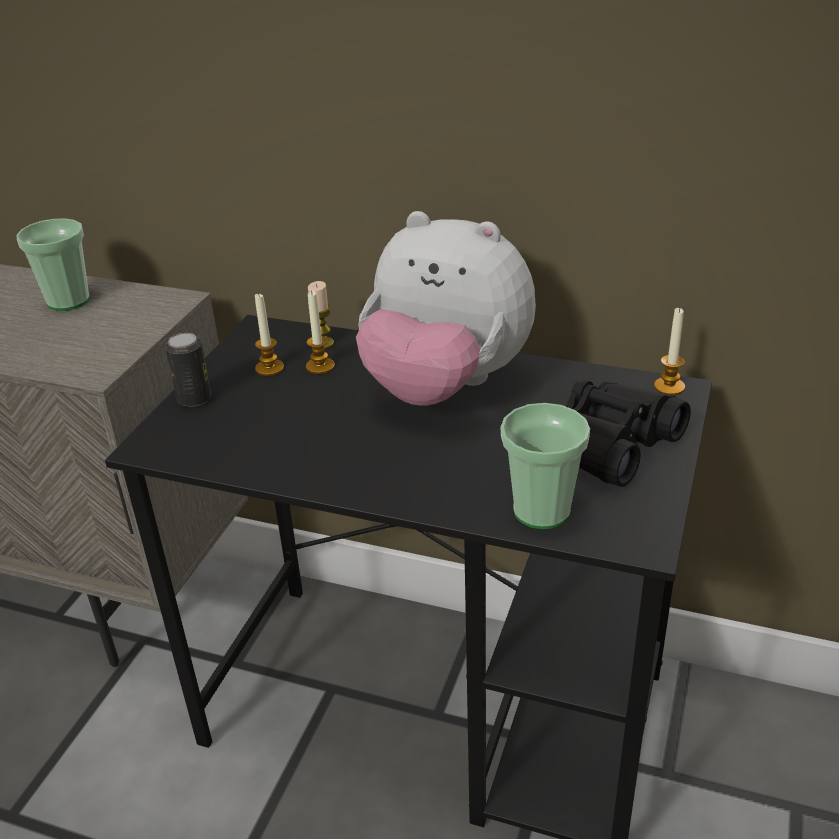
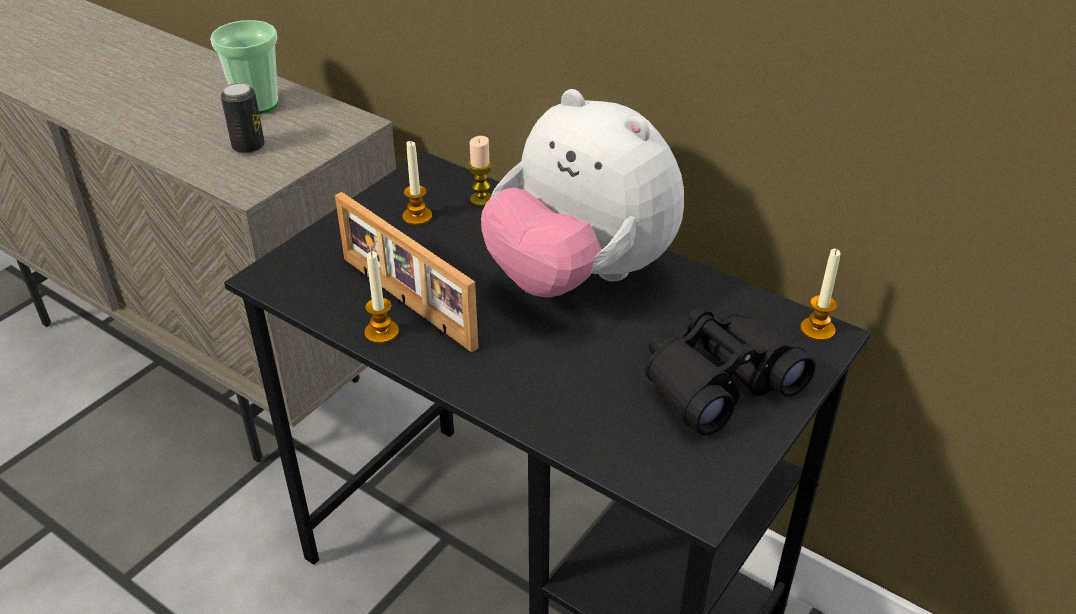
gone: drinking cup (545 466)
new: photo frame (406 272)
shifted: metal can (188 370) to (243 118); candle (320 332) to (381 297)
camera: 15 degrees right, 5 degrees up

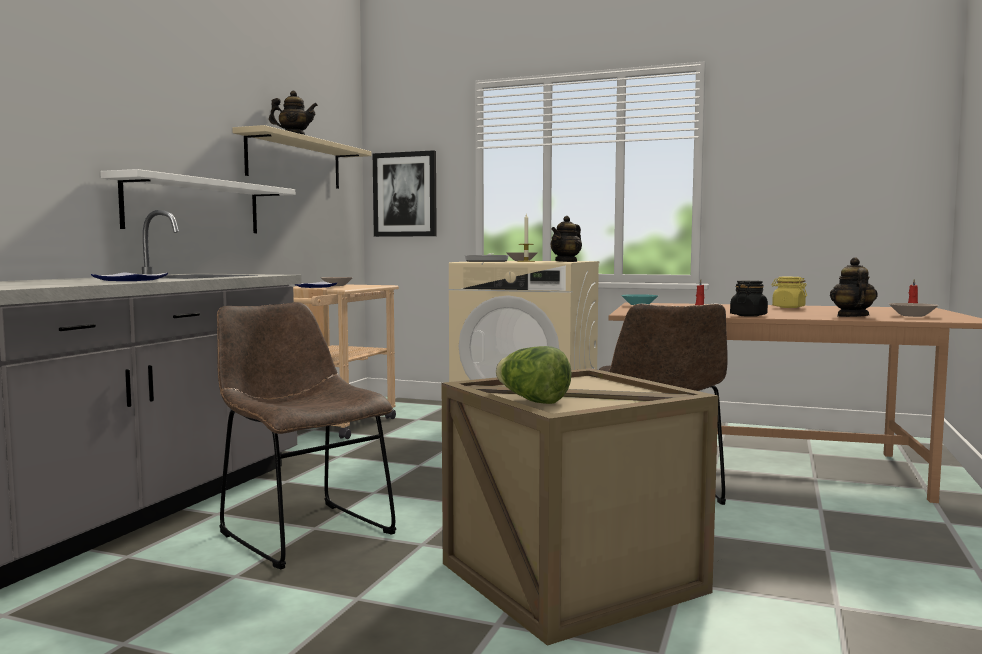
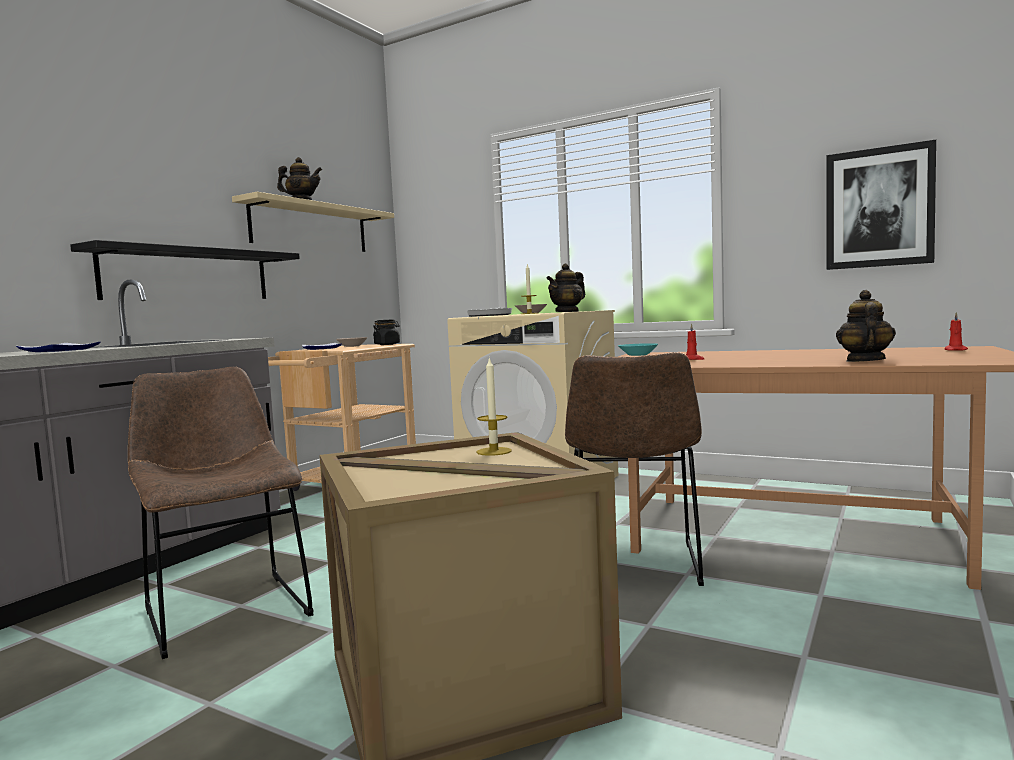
gone: lettuce head (534 375); yellowish jar (789 292); beige deep dish (914 310)
new: candle (494 406)
shifted: wall picture (405 193) to (881 205); black jar (749 298) to (386 332)
repainted: white wall shelf (197 201) to black wall shelf (185 270)
camera: 10 degrees right, 0 degrees up

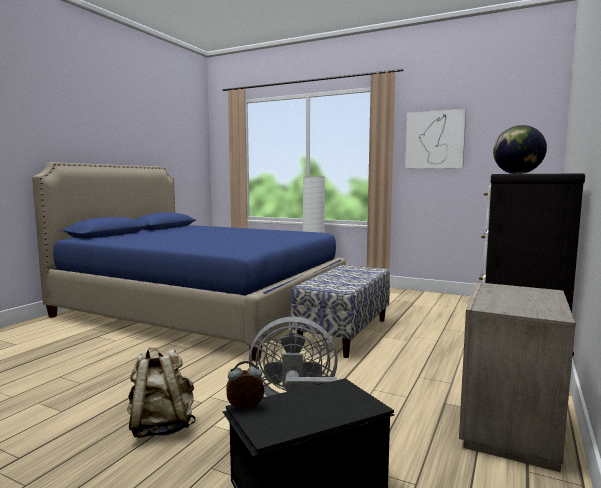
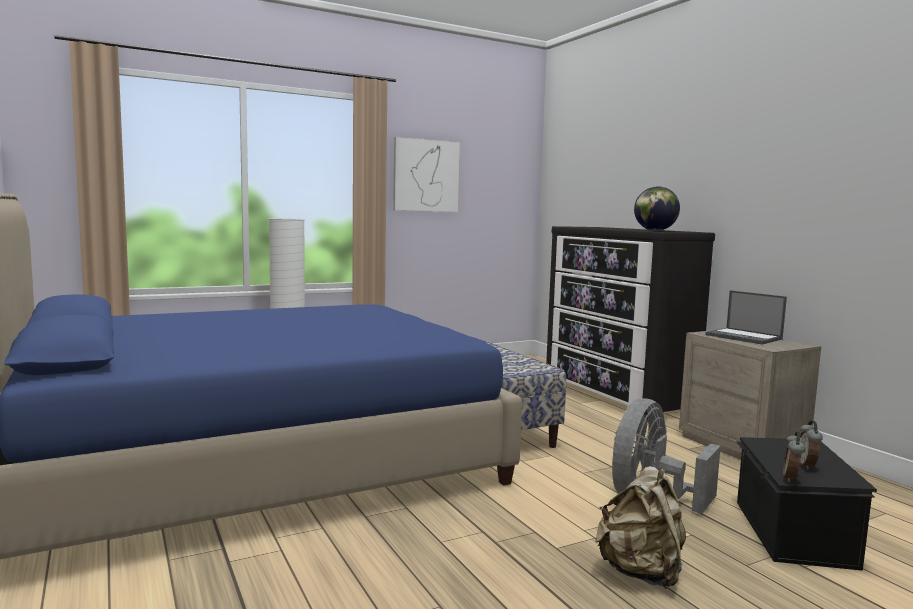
new: laptop (746 317); alarm clock (811 445)
camera: 55 degrees left, 0 degrees up

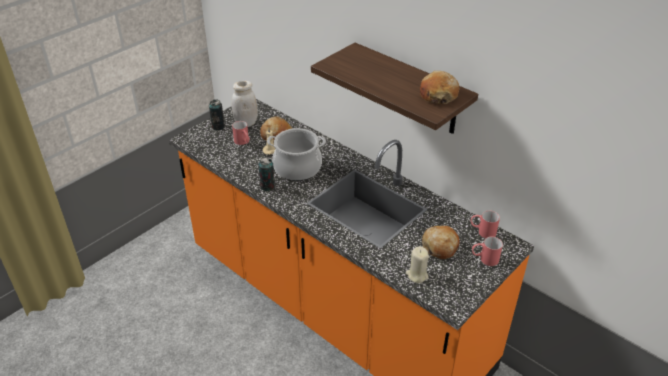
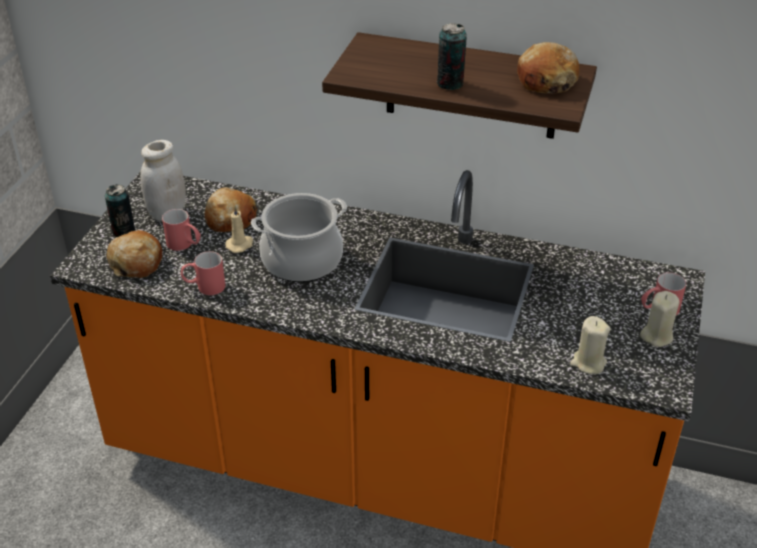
new: beige candle (660 319)
shifted: metal can (266 174) to (451 56); baked bread (441 242) to (134 254); red mug (485 224) to (203 273)
camera: 25 degrees left, 0 degrees up

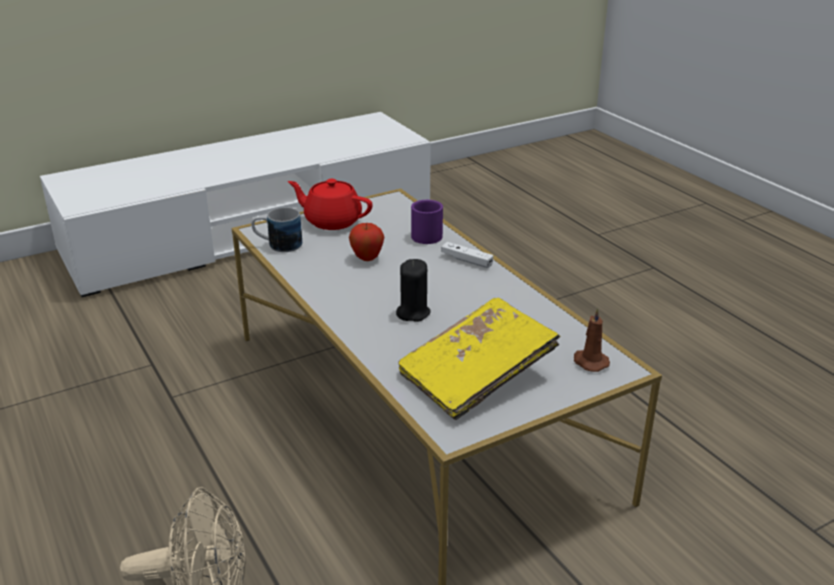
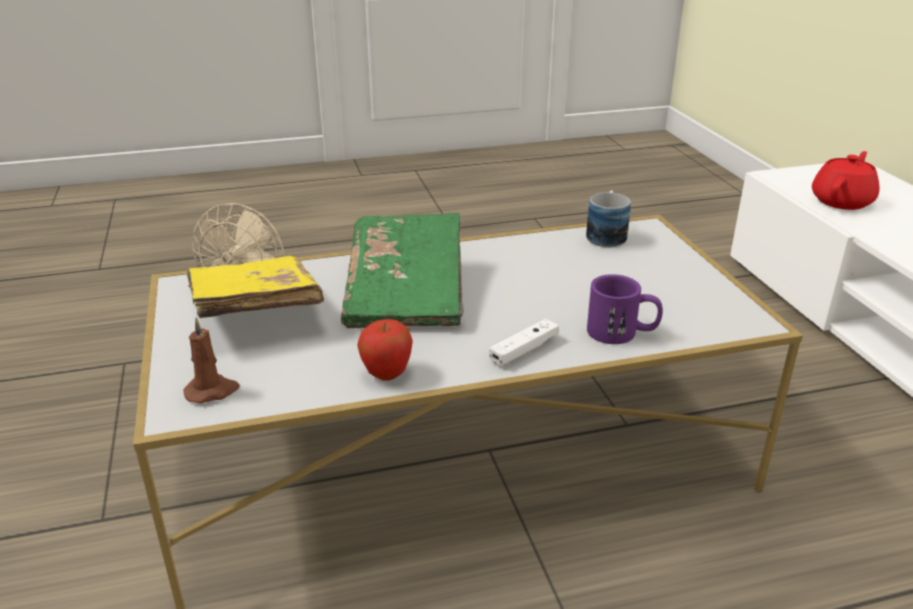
shifted: red pot for tea (330 204) to (846 180); apple (366 242) to (385 350)
swapped: black candle (413 290) to greenish book (402 270)
camera: 105 degrees right, 0 degrees up

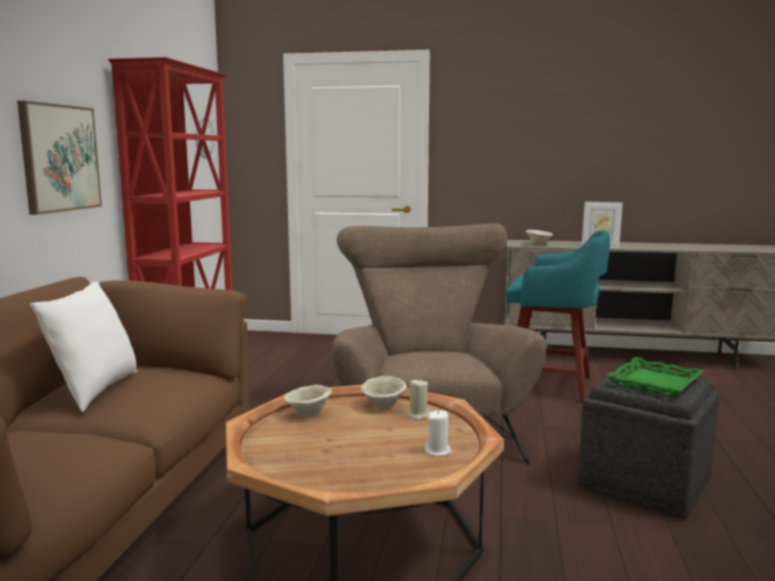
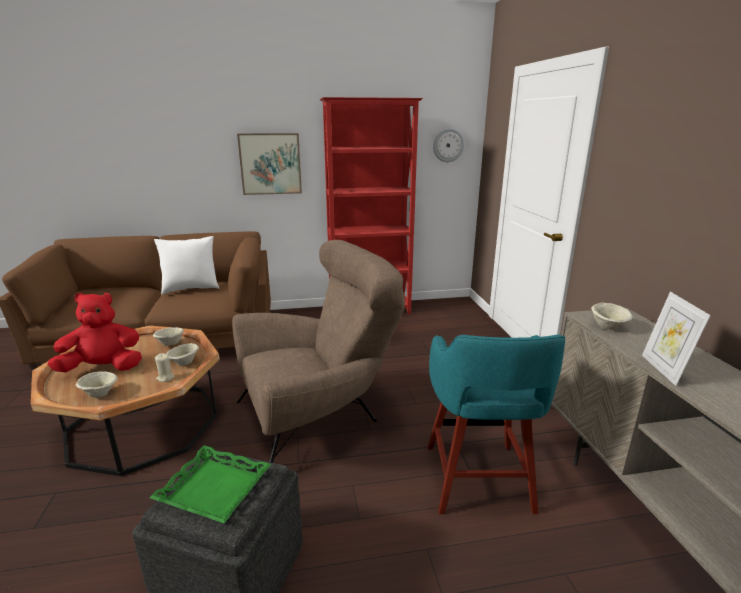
new: red cuddly toy (95 332)
swapped: white candle (438 433) to beige deep dish (97 384)
camera: 70 degrees right, 10 degrees up

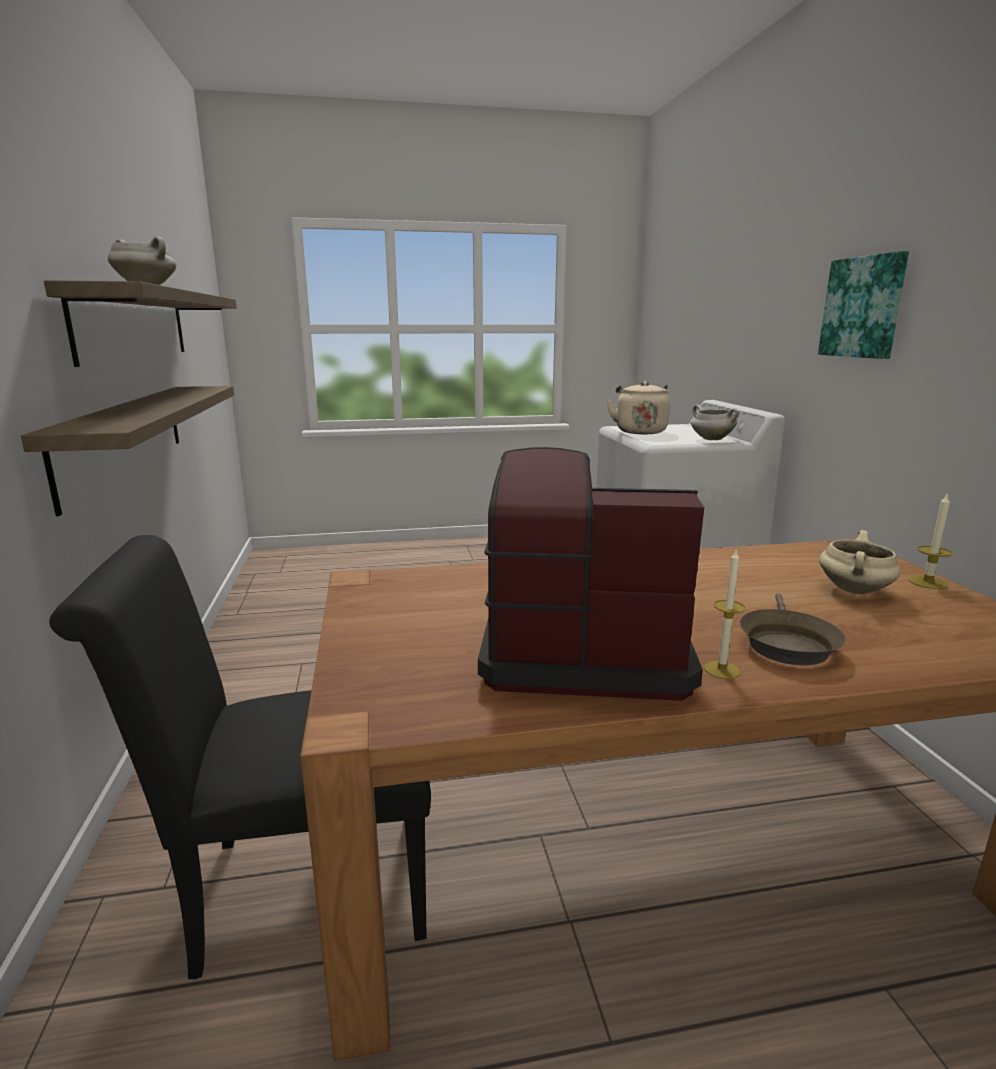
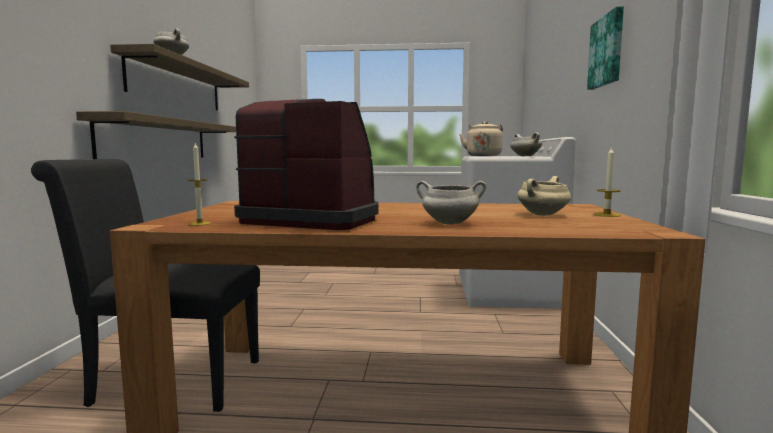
shifted: candle (725 613) to (199 184)
swapped: brown-coloured pan (793 629) to white cooking pot (451 202)
camera: 15 degrees right, 10 degrees down

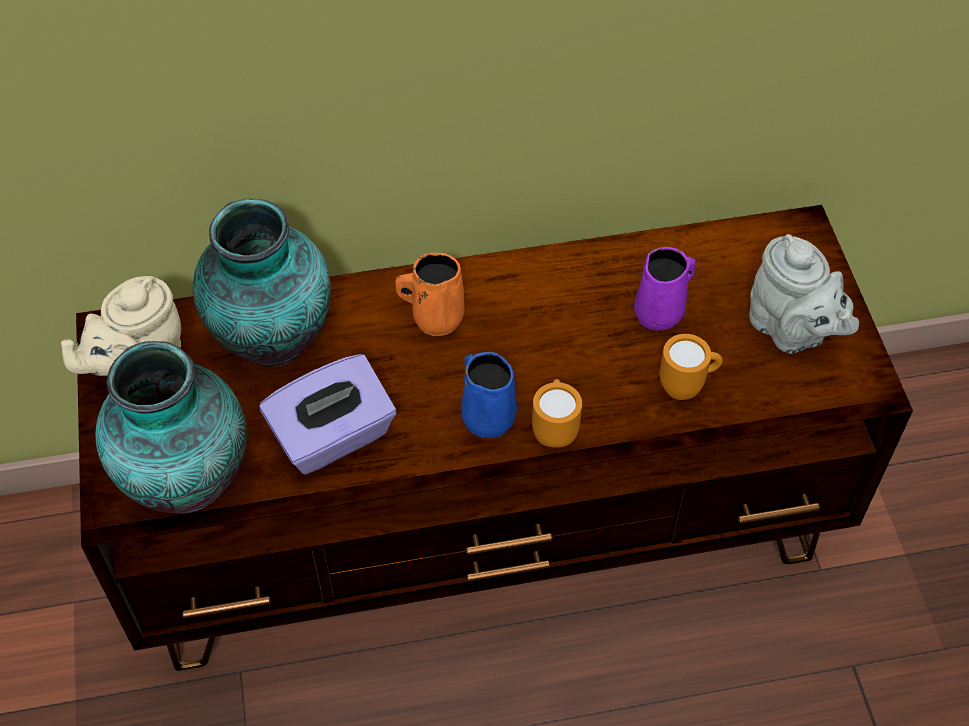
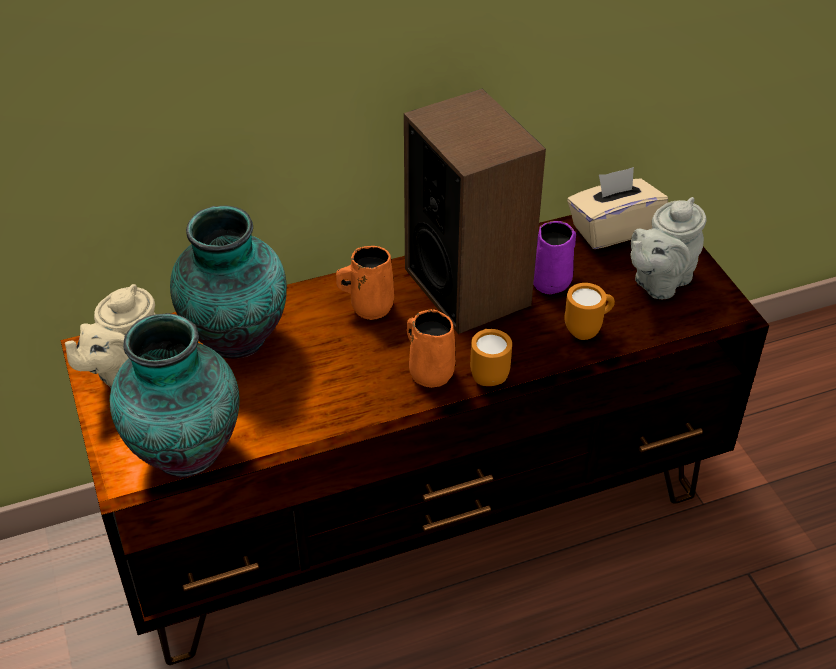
gone: purple-coloured tissue holder (327 414)
new: speaker (475 211); beige tissue holder (617 208)
repainted: blue-coloured mug (489 395) to orangey mug (431 348)
rotated: greyish pot for tea (804 294) = (669 248) 90 degrees clockwise
camera: 10 degrees left, 10 degrees down

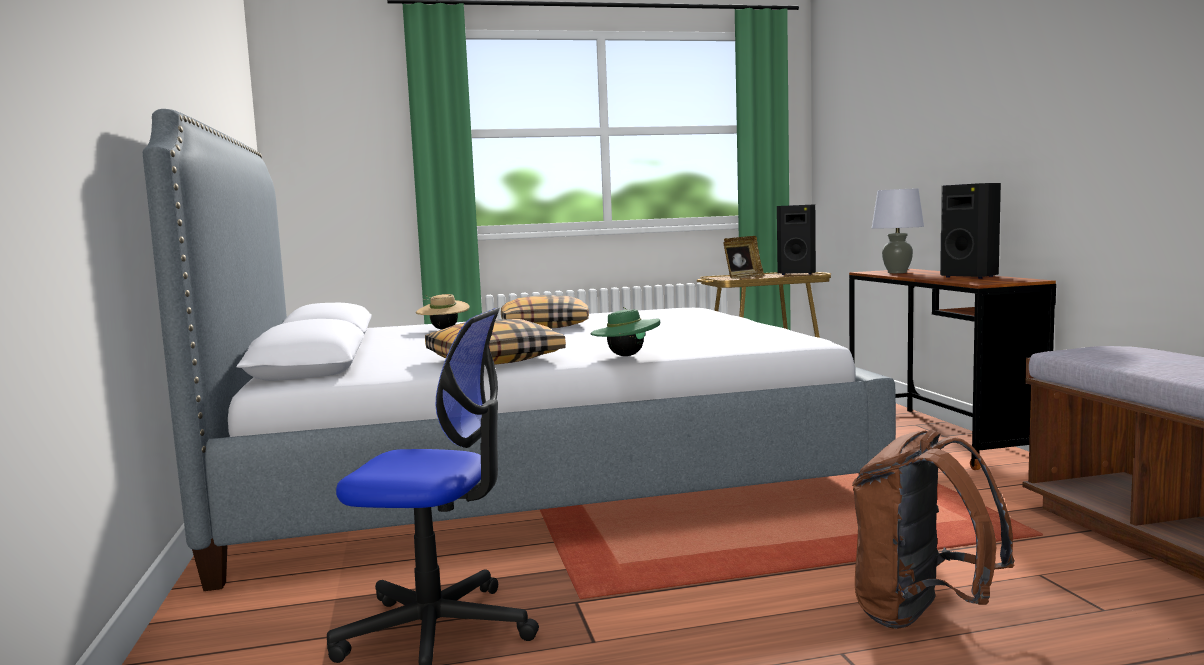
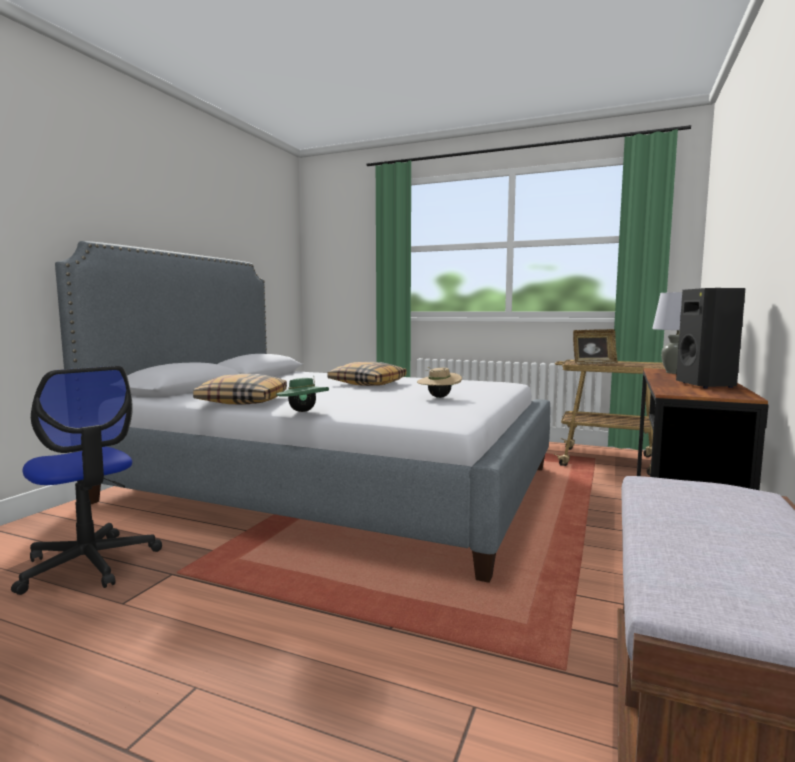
gone: black speaker (796 239); brown-coloured rucksack (933 529)
shifted: beige wearable hat (443 312) to (439 382)
camera: 35 degrees right, 0 degrees up

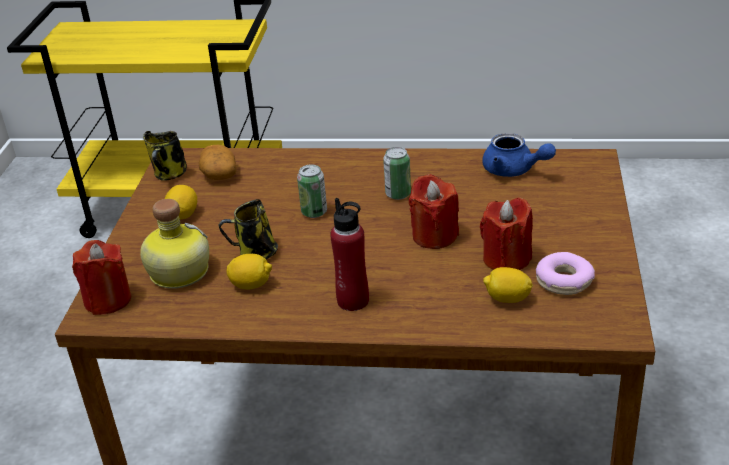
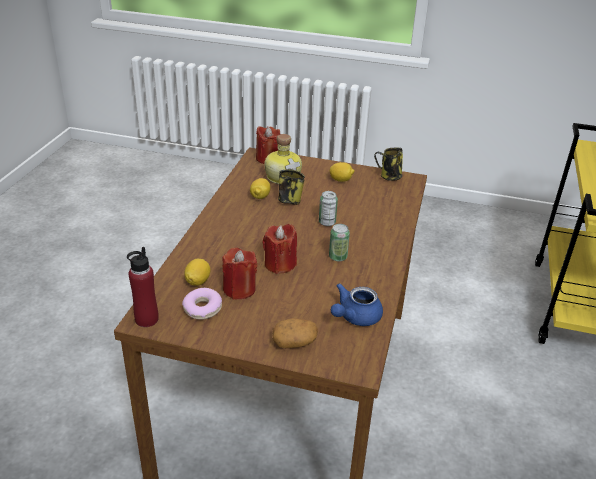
shifted: whole potato (218 162) to (295 333); red drink bottle (349 254) to (143 287)
camera: 95 degrees right, 0 degrees up

